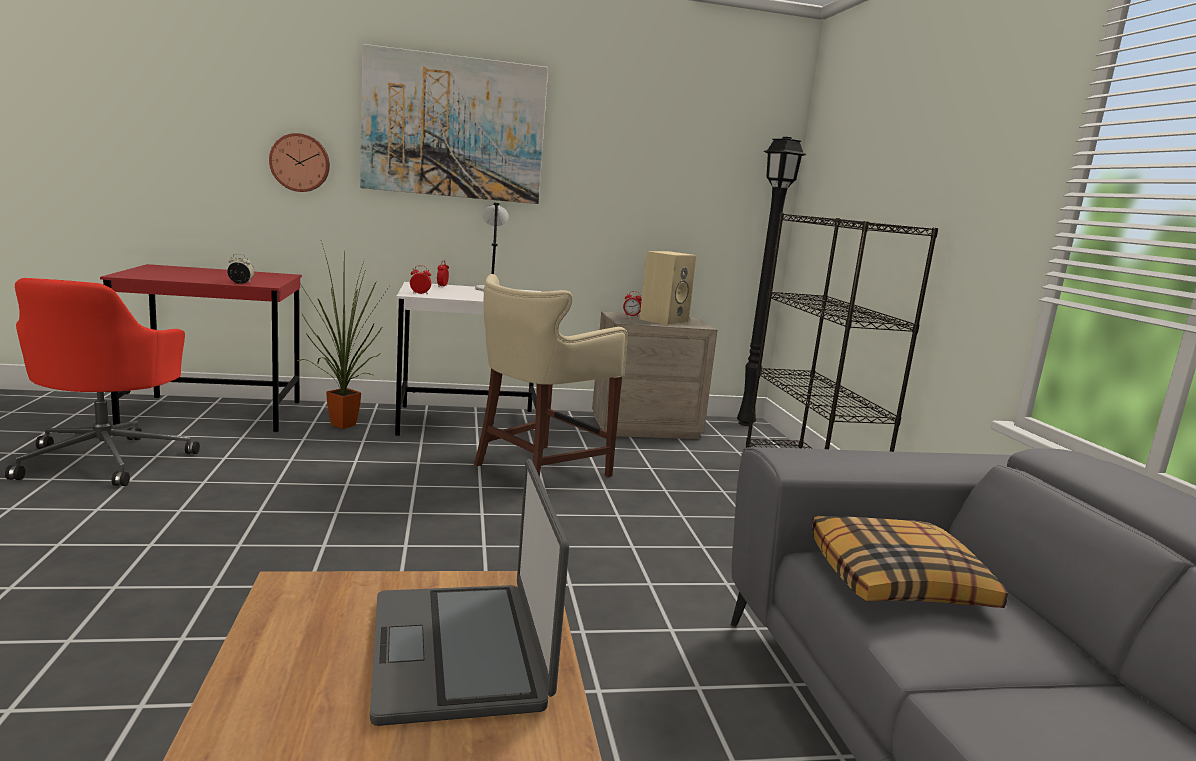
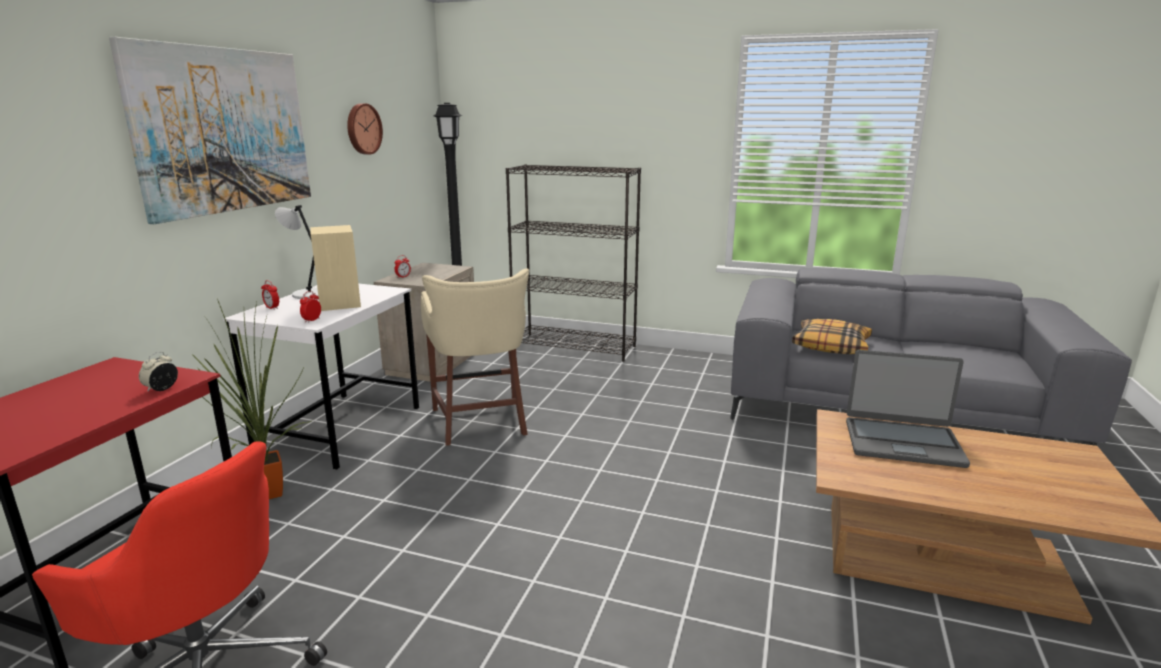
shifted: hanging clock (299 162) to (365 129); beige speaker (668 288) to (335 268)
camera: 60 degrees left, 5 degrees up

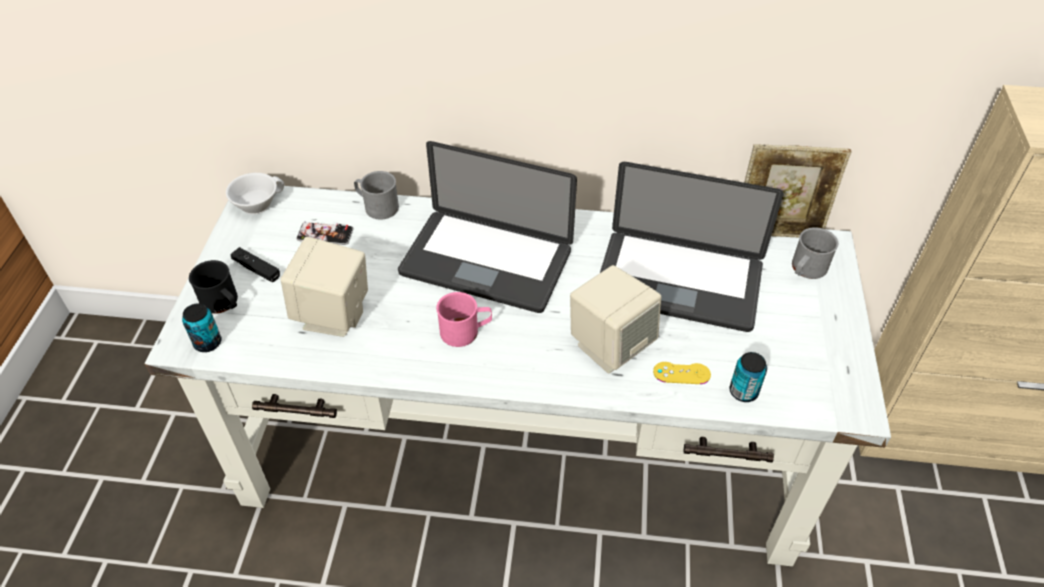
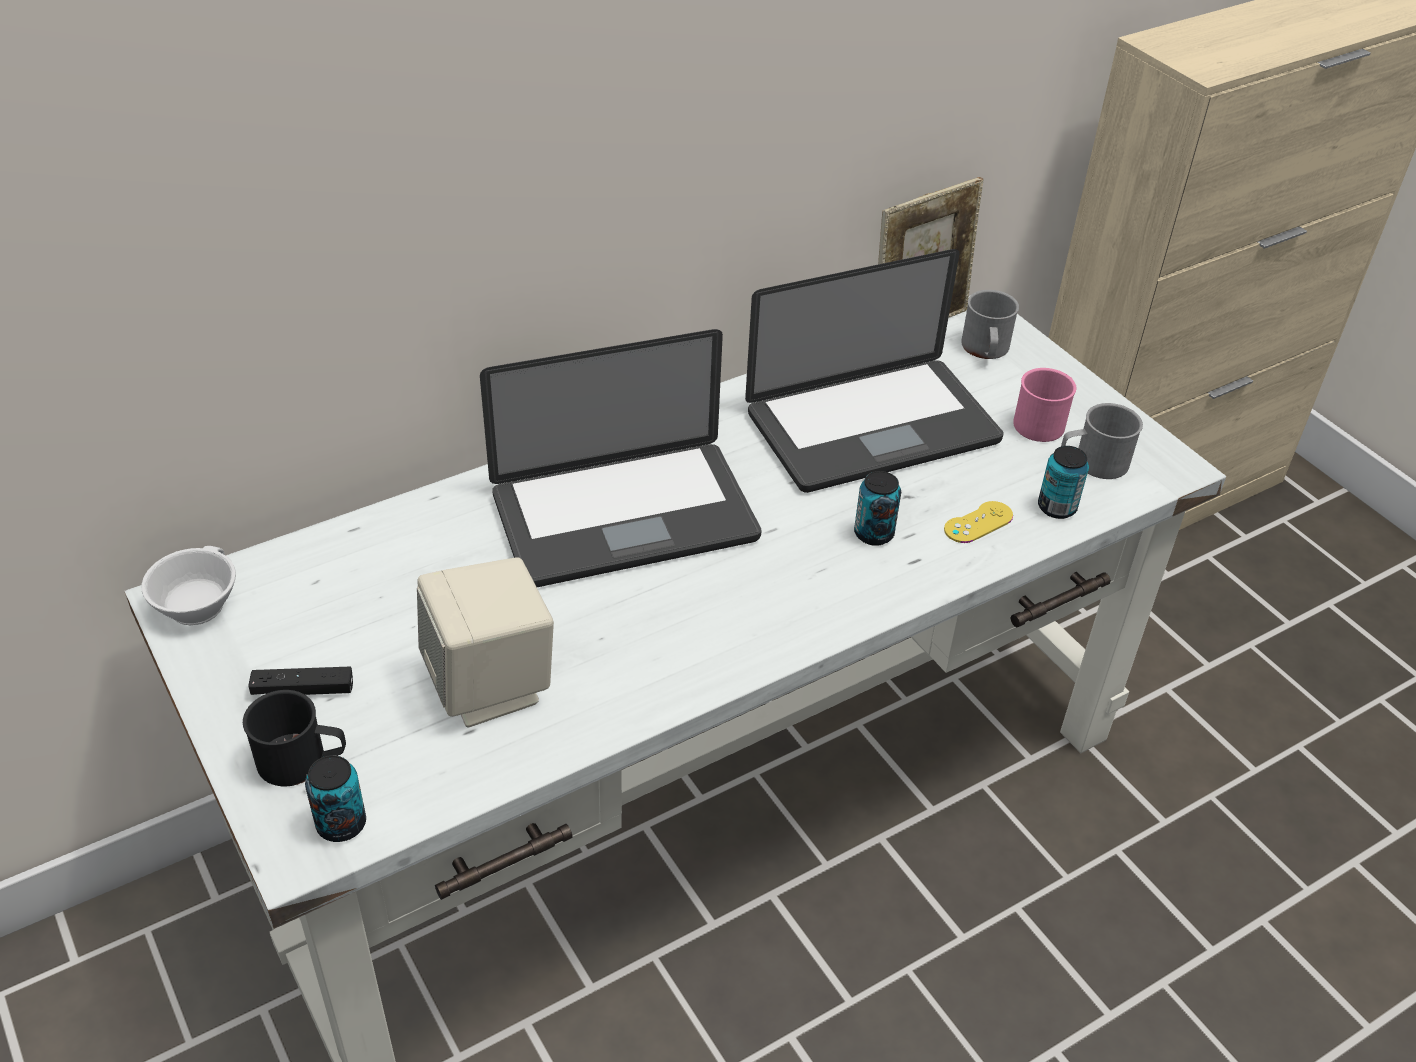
gone: telephone (325 233)
shifted: greyish mug (376 195) to (1102 441); pinkish mug (464 319) to (1044 405)
swapped: beige speaker (615 319) to metal can (877 508)
camera: 40 degrees left, 5 degrees down

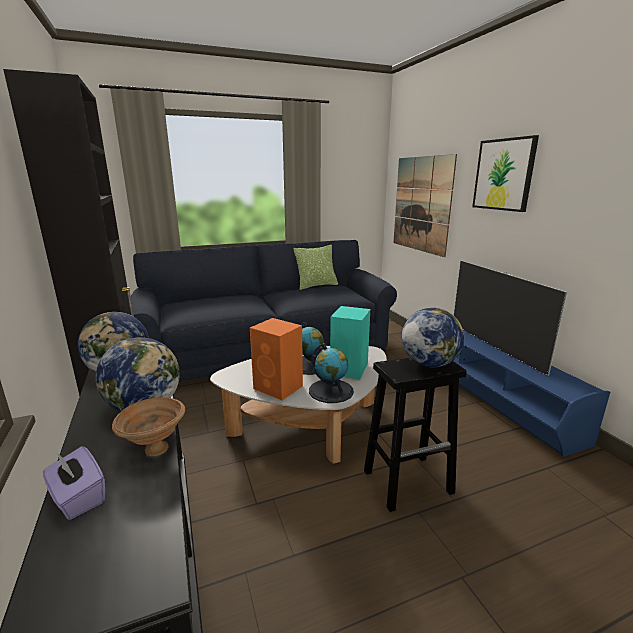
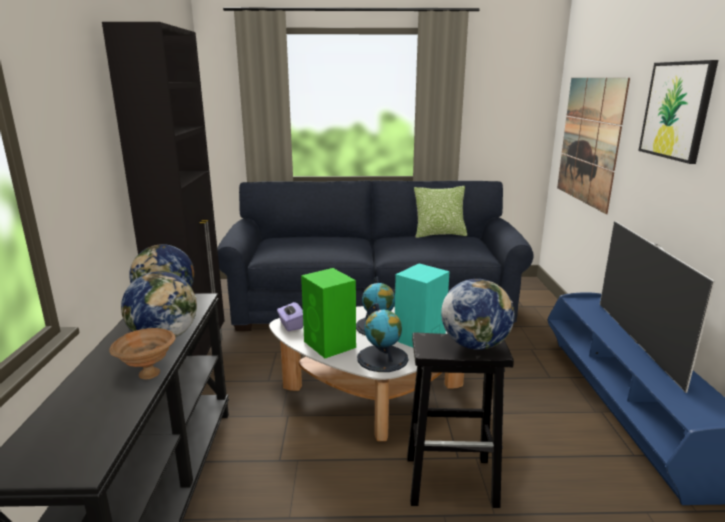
shifted: purple-coloured tissue holder (74 483) to (290 316)
repainted: orangey speaker (276 359) to greenish speaker (328 313)
camera: 20 degrees right, 0 degrees up

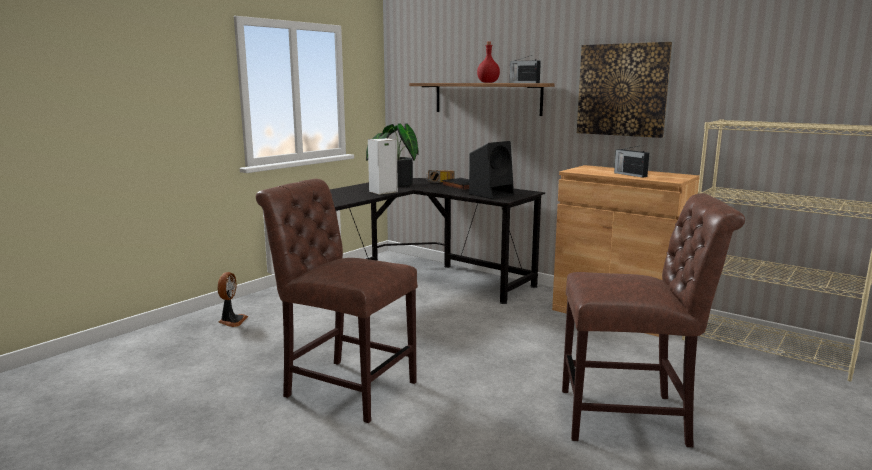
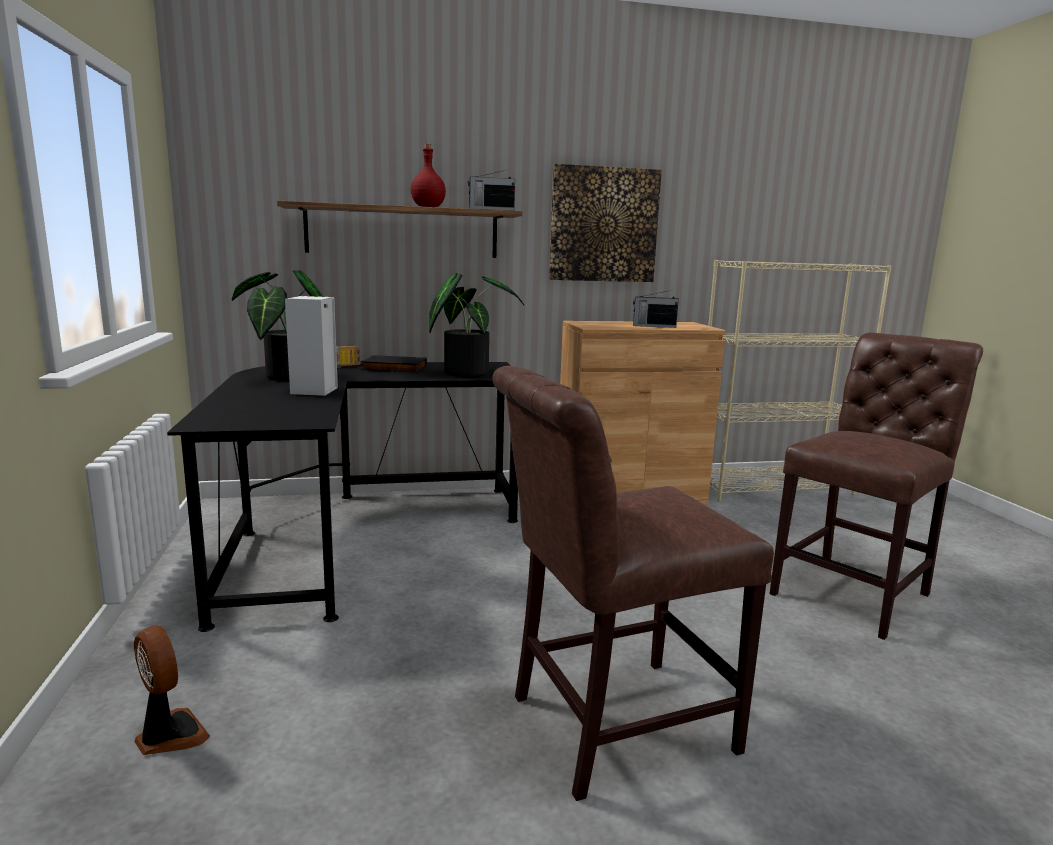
swapped: black speaker (491 170) to potted plant (476 325)
camera: 50 degrees left, 0 degrees up

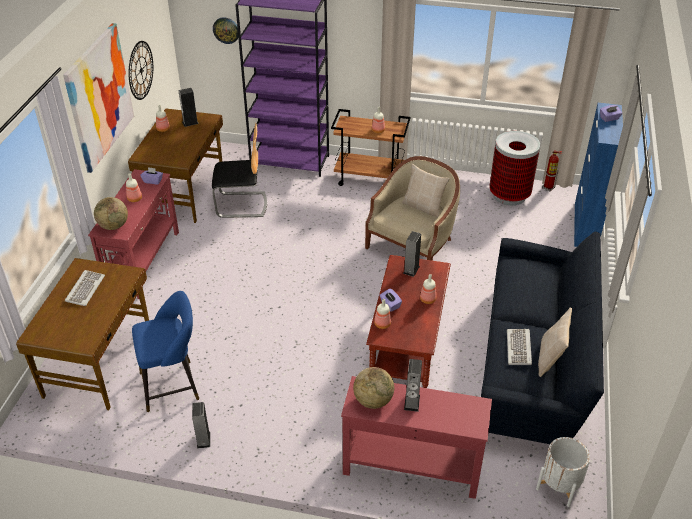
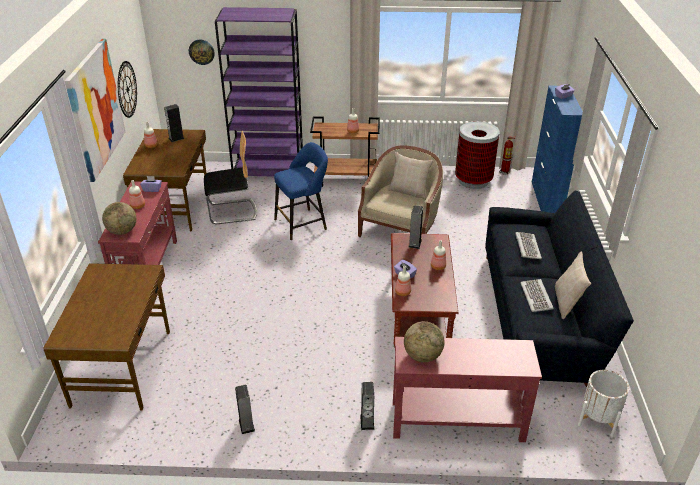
shifted: PC keyboard (85 288) to (528 245); blue-coloured stool (165 351) to (301 191); speaker (413 385) to (367 406)
camera: 10 degrees left, 5 degrees down

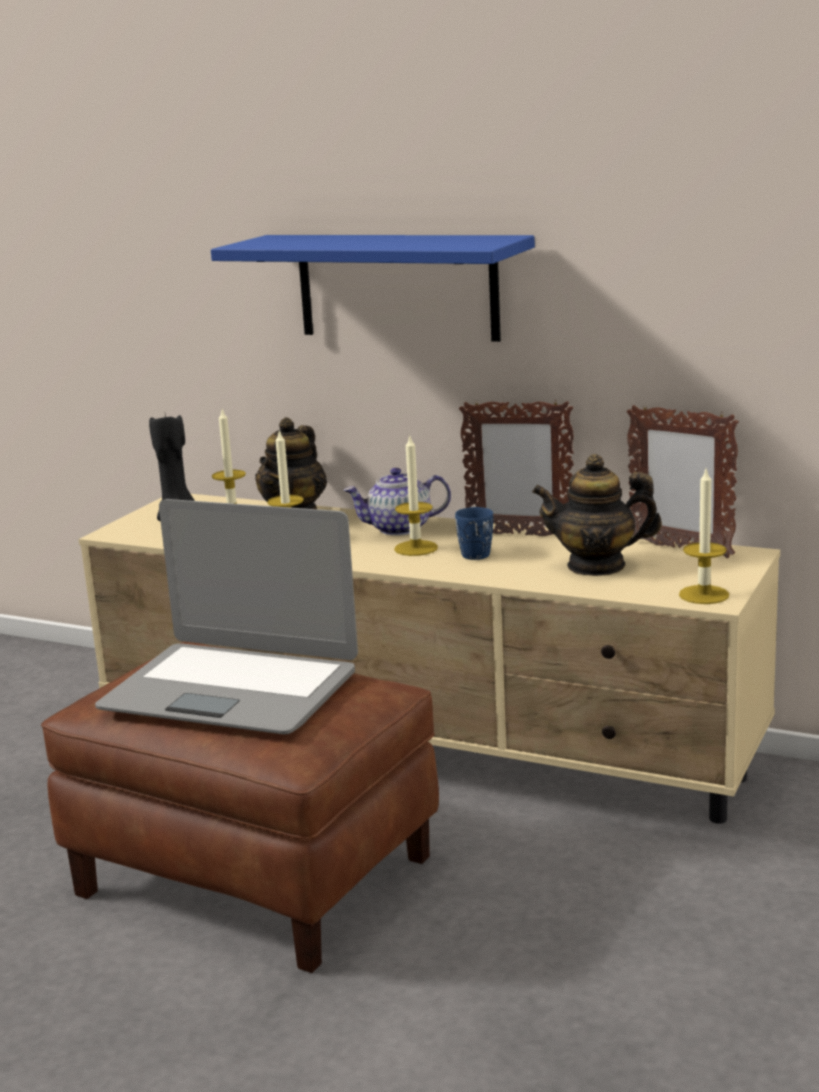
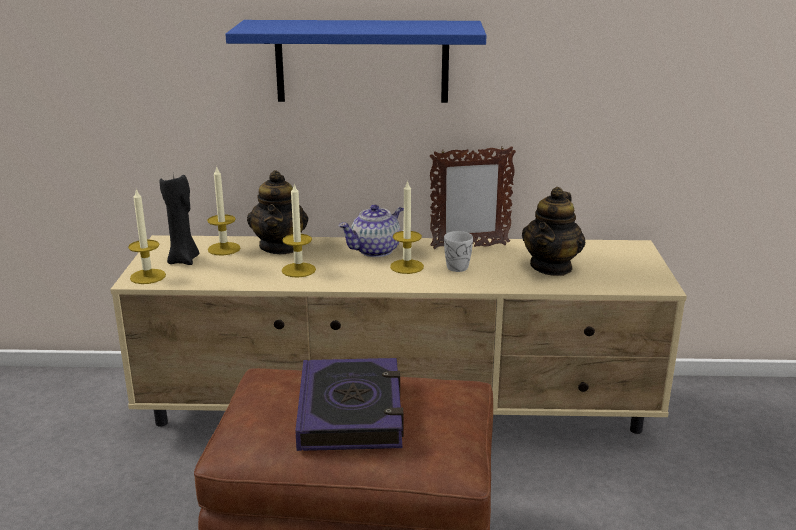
gone: photo frame (683 481)
shifted: candle (704 536) to (147 236)
swapped: laptop (226 616) to book (349 404)
repainted: blue-coloured mug (474 533) to white mug (458 251)
rotated: pot for tea (597 515) = (553 231) 45 degrees counterclockwise
camera: 25 degrees left, 5 degrees up

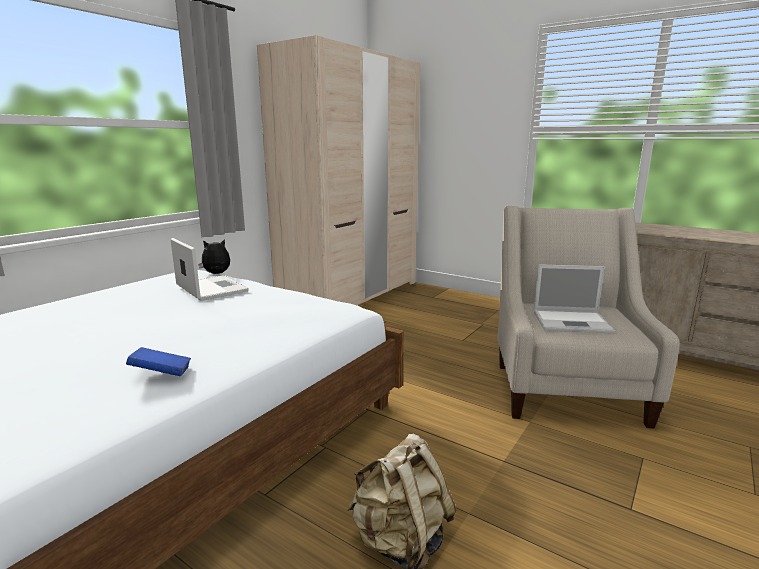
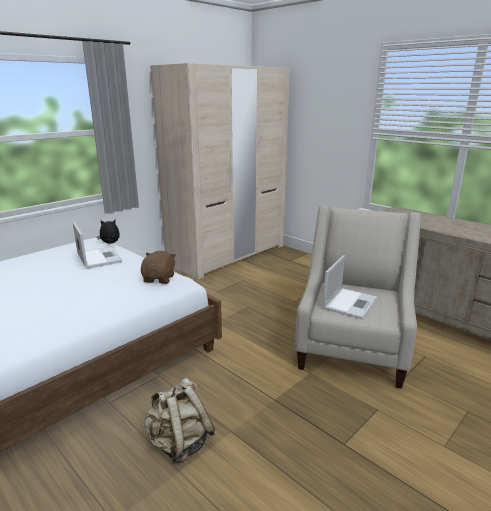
gone: blue-coloured book (158 361)
new: brown-coloured cuddly toy (158 267)
rotated: laptop (574 298) = (350 287) 75 degrees counterclockwise
camera: 10 degrees right, 5 degrees up

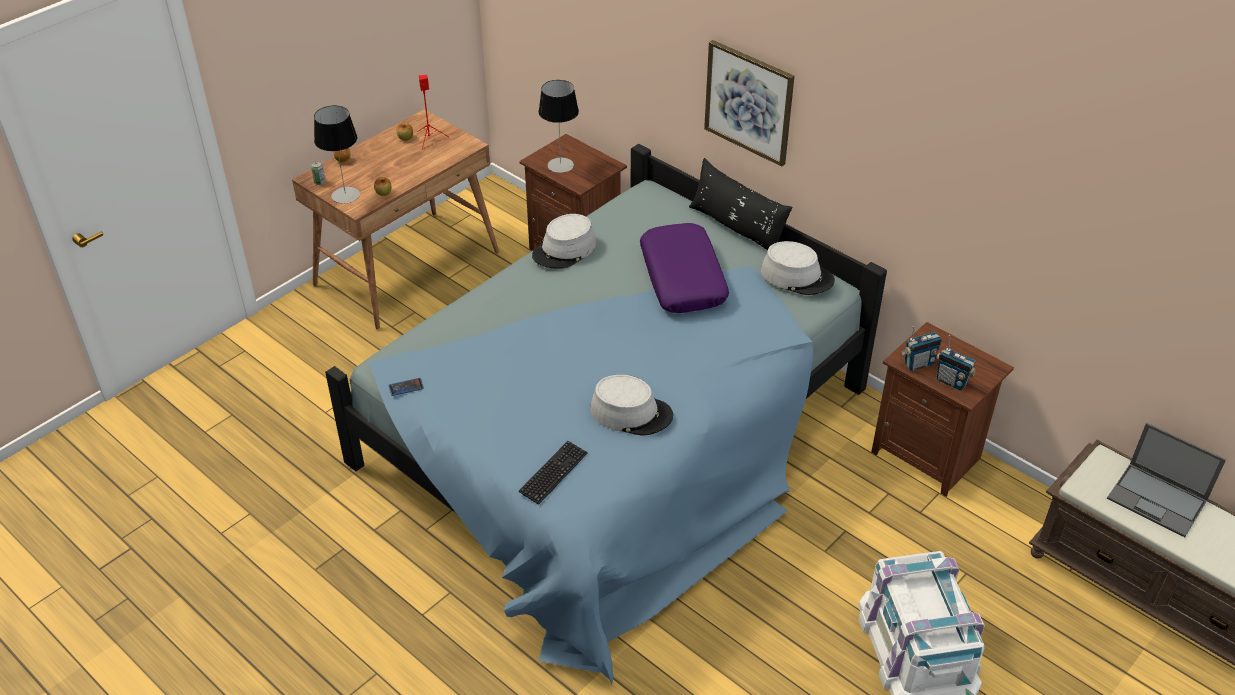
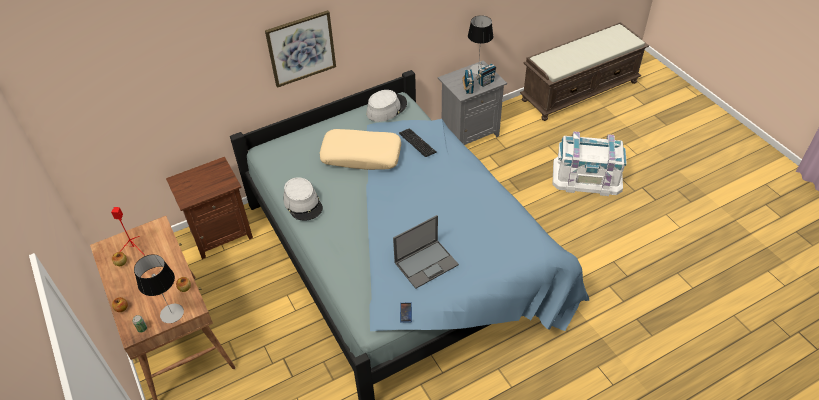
gone: greyish wearable hat (631 405); black cushion (740 204)
shifted: PC keyboard (553 473) to (418 142); lamp for a table (559 126) to (480 45); laptop (1166 480) to (426 252)
repainted: purple-coloured cushion (684 268) to beige cushion (360 149); brown-coloured night table (942 409) to greyish night table (472 102)
camera: 70 degrees left, 5 degrees up

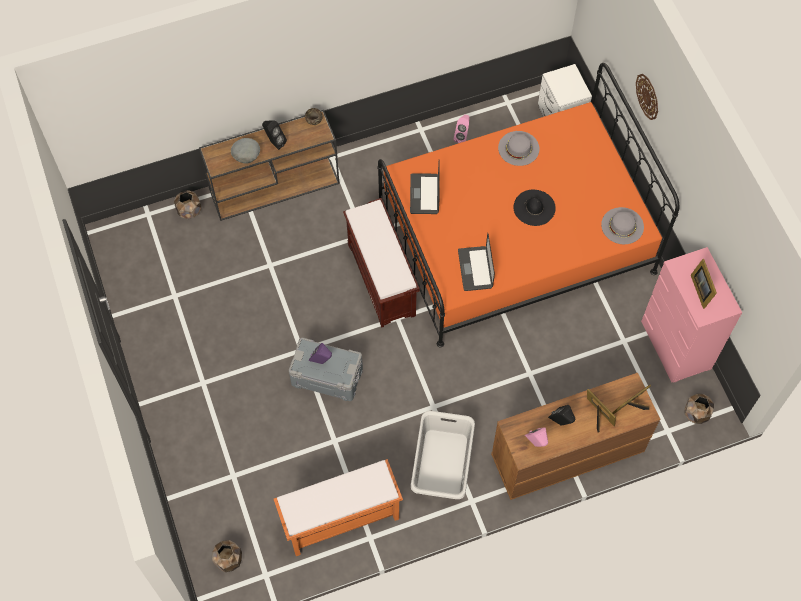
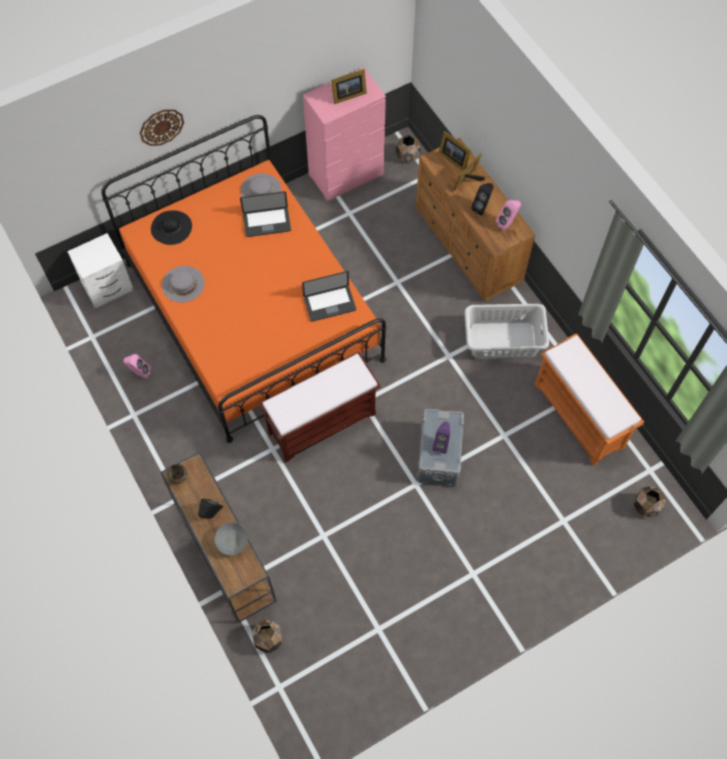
shifted: laptop (425 187) to (265 214); black wearable hat (535 208) to (171 227)
camera: 100 degrees left, 0 degrees up

